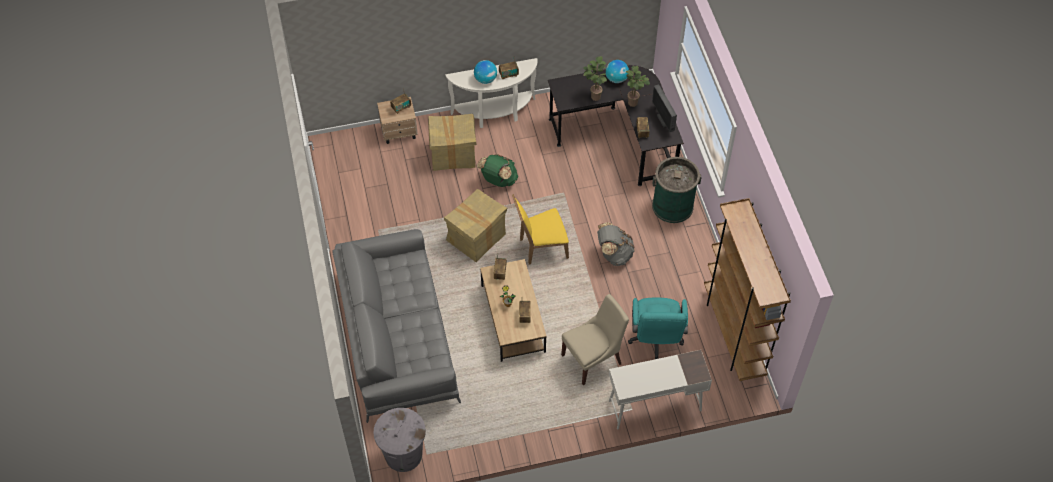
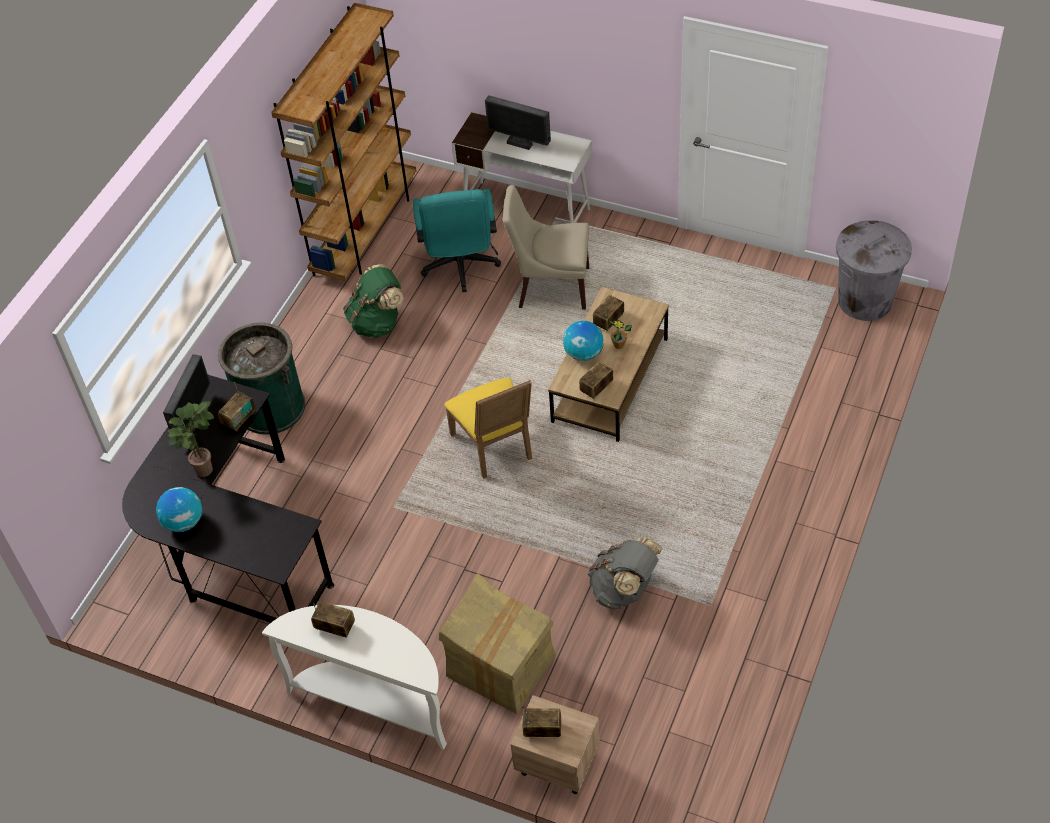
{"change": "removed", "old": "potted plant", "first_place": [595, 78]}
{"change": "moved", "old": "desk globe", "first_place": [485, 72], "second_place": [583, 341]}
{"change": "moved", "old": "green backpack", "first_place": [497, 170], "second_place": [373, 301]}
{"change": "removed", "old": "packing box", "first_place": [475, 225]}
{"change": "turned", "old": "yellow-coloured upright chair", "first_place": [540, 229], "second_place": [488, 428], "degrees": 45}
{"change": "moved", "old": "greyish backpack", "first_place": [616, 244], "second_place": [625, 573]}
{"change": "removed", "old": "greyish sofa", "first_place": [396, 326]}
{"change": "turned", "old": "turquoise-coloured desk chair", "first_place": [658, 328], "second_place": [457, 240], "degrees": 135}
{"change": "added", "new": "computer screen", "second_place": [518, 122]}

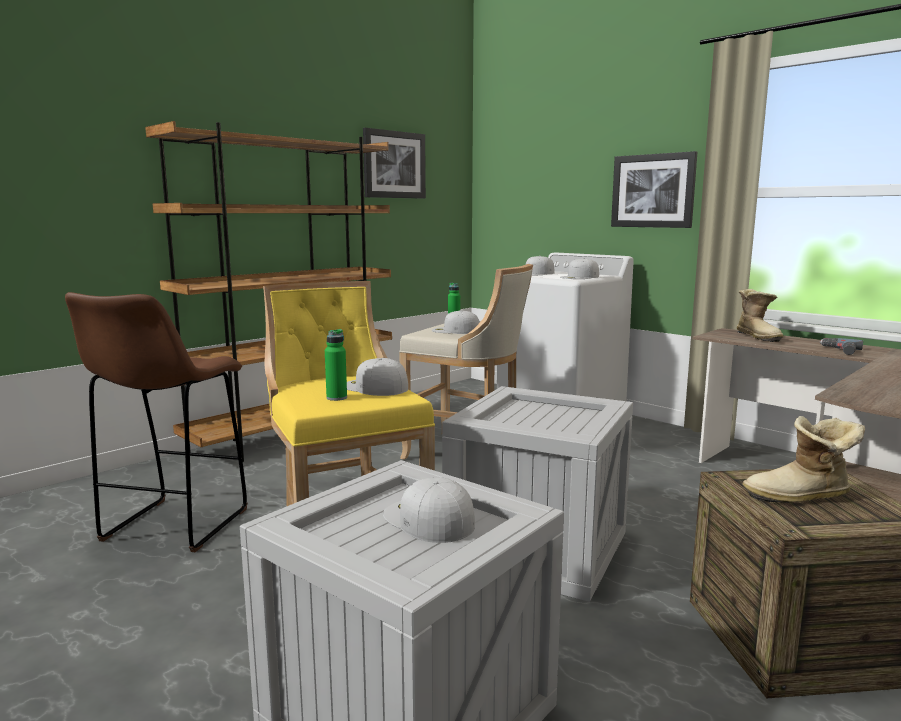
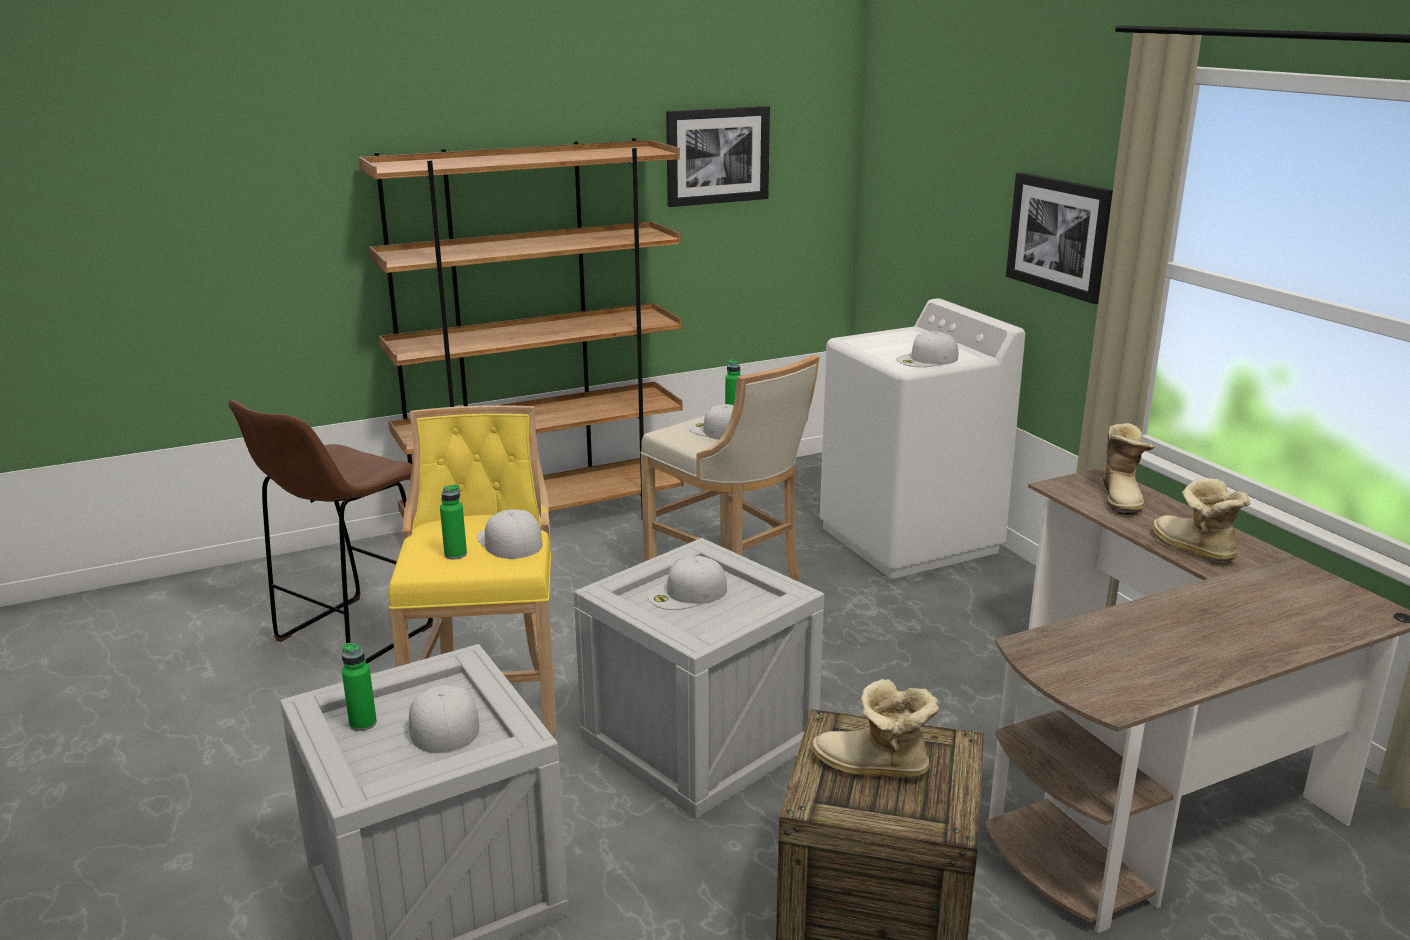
{"change": "moved", "old": "white-coloured cap", "first_place": [540, 265], "second_place": [687, 583]}
{"change": "replaced", "old": "power drill", "new": "boot", "first_place": [841, 346], "second_place": [1201, 519]}
{"change": "added", "new": "green bottle", "second_place": [359, 687]}

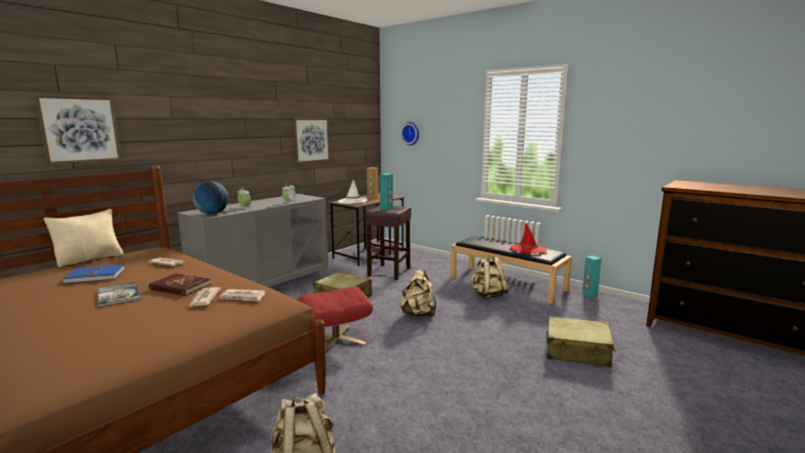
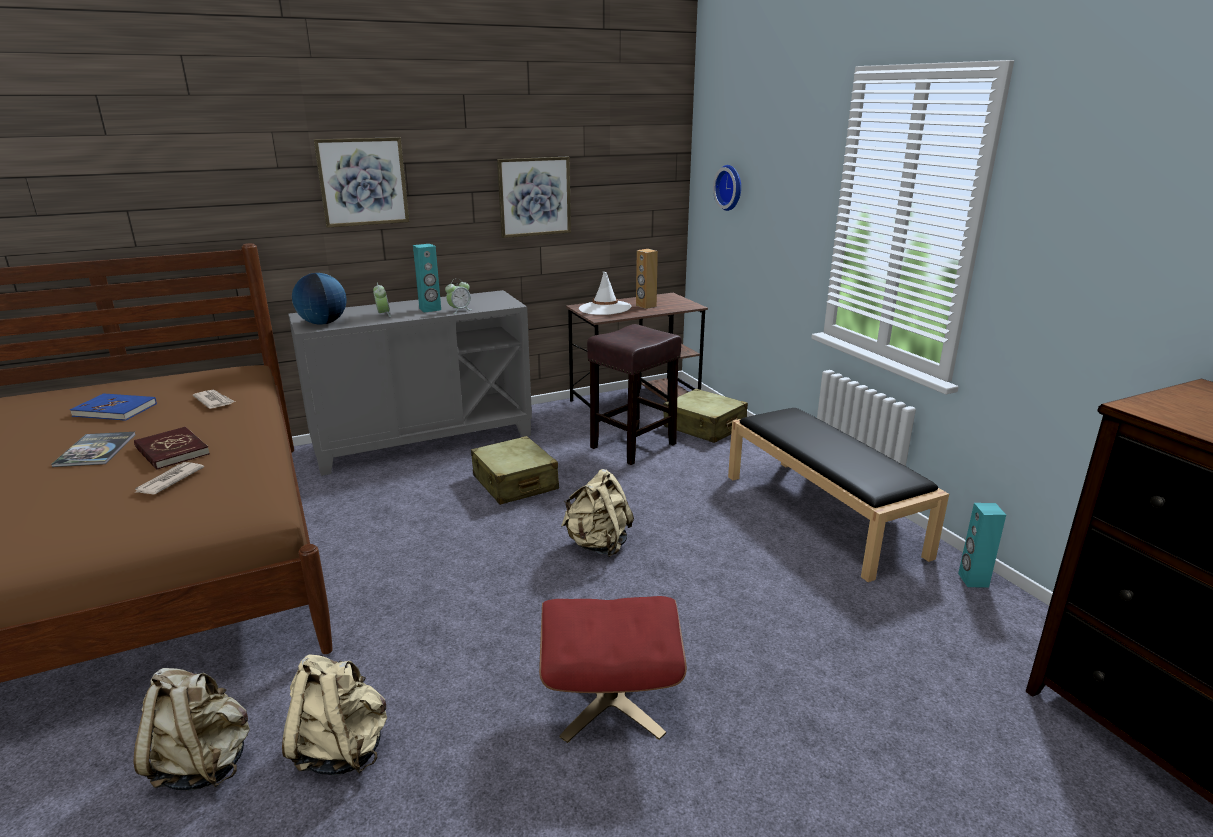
{"change": "moved", "old": "wall picture", "first_place": [77, 129], "second_place": [361, 182]}
{"change": "moved", "old": "turquoise-coloured loudspeaker", "first_place": [386, 191], "second_place": [427, 278]}
{"change": "removed", "old": "beige pillow", "first_place": [84, 238]}
{"change": "removed", "old": "reddish wearable hat", "first_place": [528, 238]}
{"change": "moved", "old": "beige backpack", "first_place": [489, 277], "second_place": [334, 714]}
{"change": "moved", "old": "reddish footrest", "first_place": [335, 319], "second_place": [613, 669]}
{"change": "removed", "old": "printed paper", "first_place": [242, 295]}
{"change": "moved", "old": "beige travel case", "first_place": [581, 341], "second_place": [705, 416]}

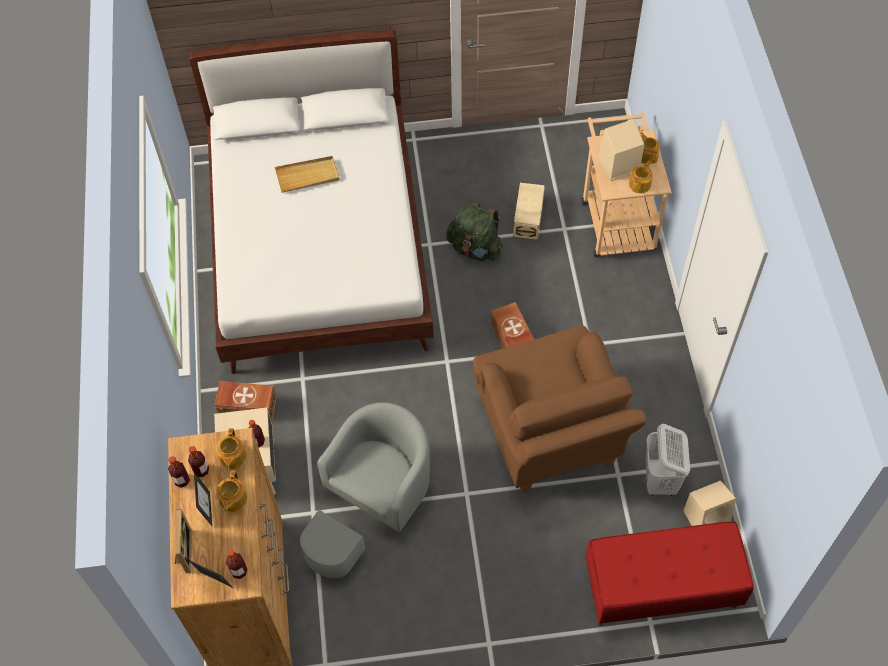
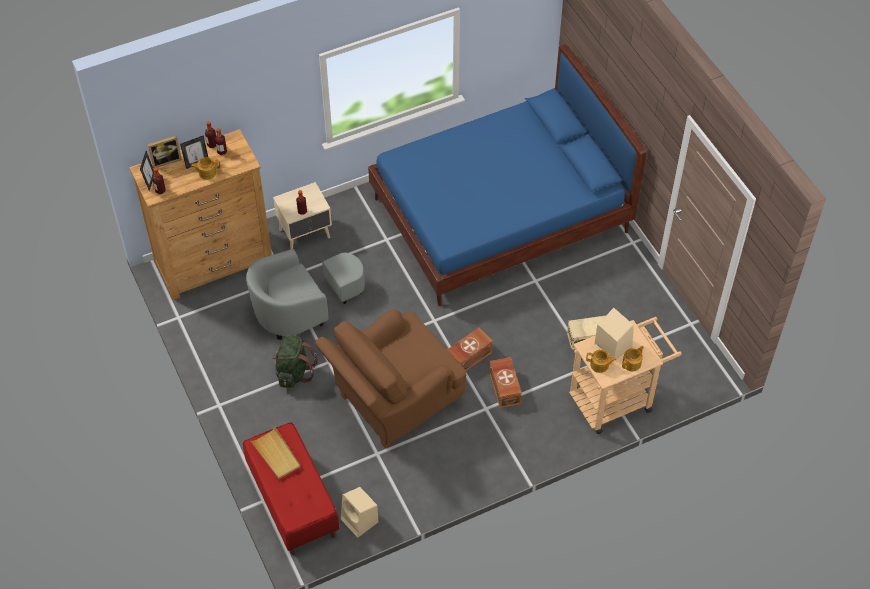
{"change": "recoloured", "old": "white-coloured sleeping bed", "new": "blue-coloured sleeping bed", "first_place": [311, 202], "second_place": [507, 175]}
{"change": "moved", "old": "beige tray", "first_place": [307, 174], "second_place": [275, 453]}
{"change": "moved", "old": "green backpack", "first_place": [474, 231], "second_place": [295, 361]}
{"change": "moved", "old": "brownish storage bin", "first_place": [246, 401], "second_place": [505, 382]}
{"change": "turned", "old": "greyish easy chair", "first_place": [365, 490], "second_place": [305, 294], "degrees": 135}
{"change": "removed", "old": "white-coloured laundry basket", "first_place": [668, 460]}
{"change": "removed", "old": "pot for tea", "first_place": [231, 448]}

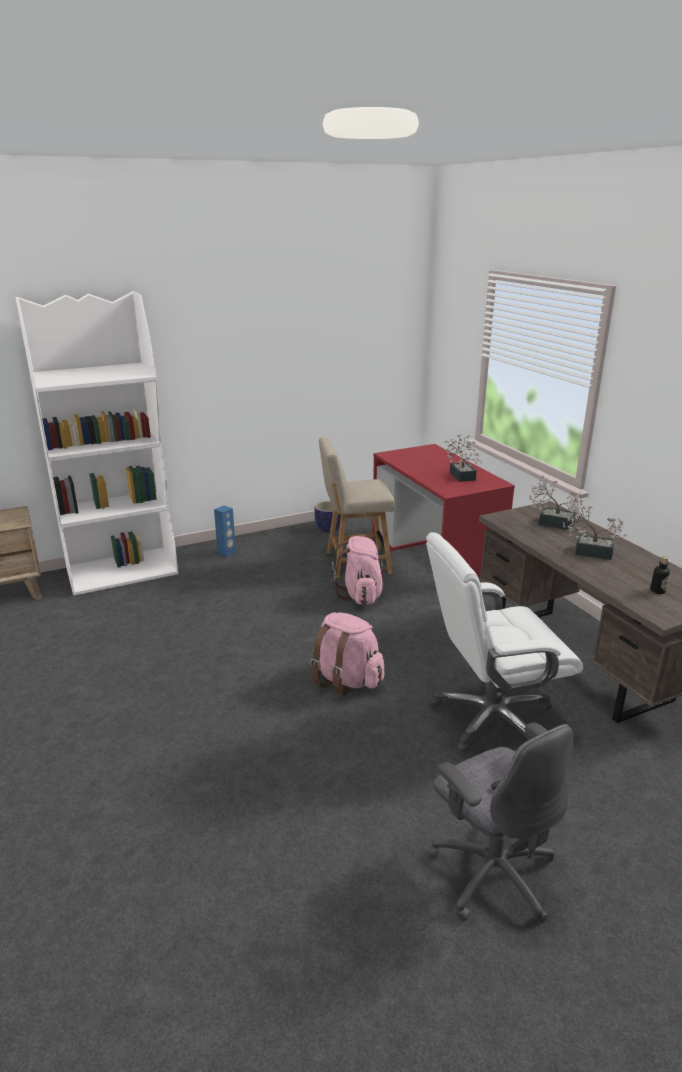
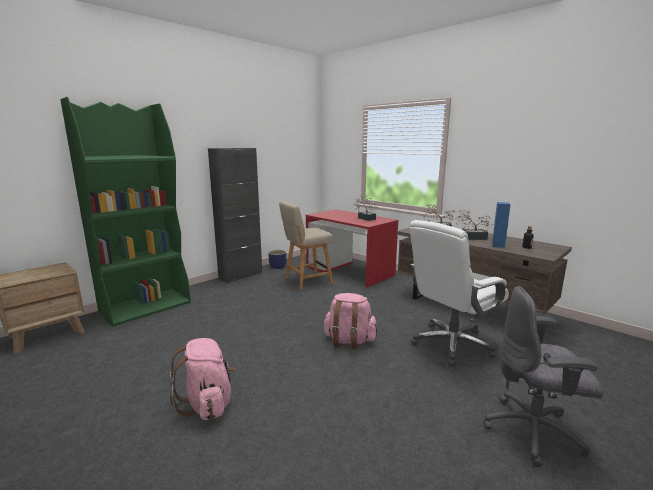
{"change": "recoloured", "old": "white-coloured shelving unit", "new": "green shelving unit", "first_place": [96, 443], "second_place": [126, 212]}
{"change": "moved", "old": "blue-coloured loudspeaker", "first_place": [225, 531], "second_place": [501, 225]}
{"change": "moved", "old": "pinkish backpack", "first_place": [360, 570], "second_place": [202, 379]}
{"change": "turned", "old": "greyish desk chair", "first_place": [501, 823], "second_place": [543, 376], "degrees": 150}
{"change": "added", "new": "black cabinet", "second_place": [235, 215]}

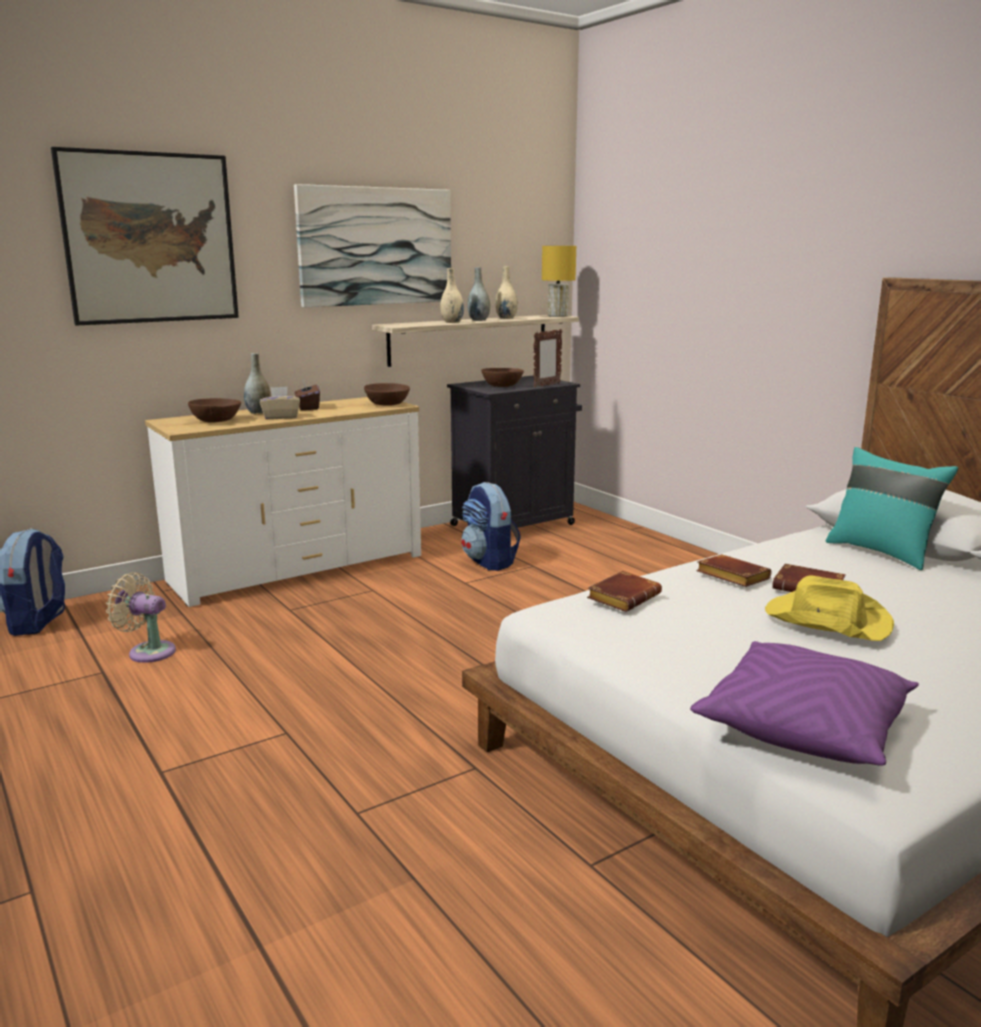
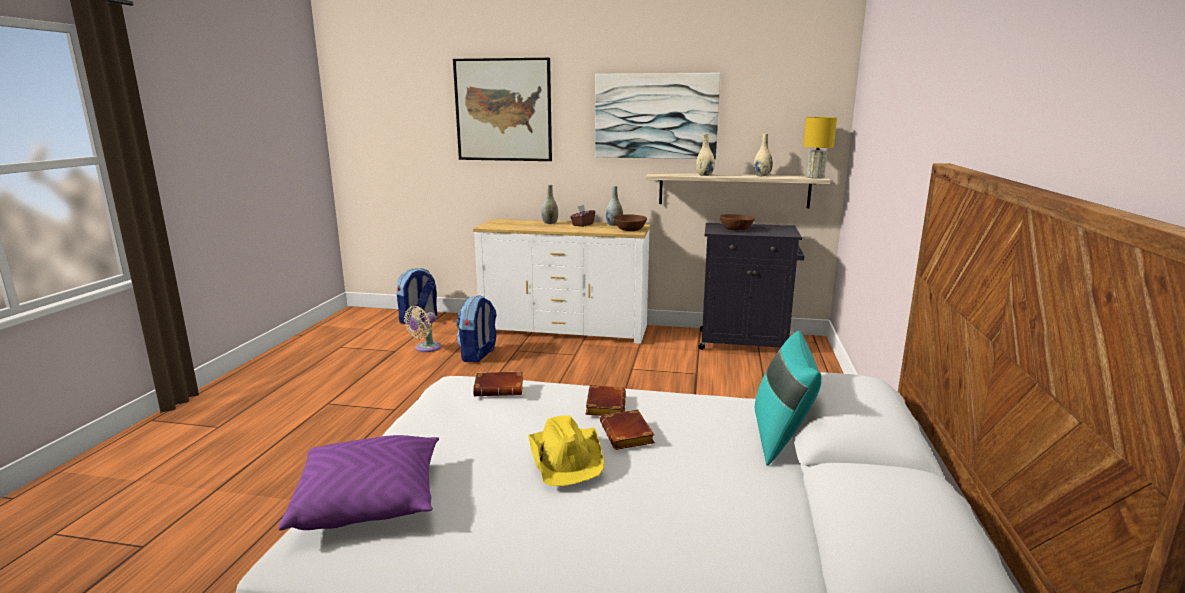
{"change": "moved", "old": "greyish flower vase", "first_place": [478, 294], "second_place": [614, 206]}
{"change": "removed", "old": "photo frame", "first_place": [548, 358]}
{"change": "removed", "old": "beige tissue holder", "first_place": [280, 403]}
{"change": "removed", "old": "brownish serving bowl", "first_place": [214, 410]}
{"change": "moved", "old": "backpack", "first_place": [491, 526], "second_place": [476, 329]}
{"change": "turned", "old": "beige fan", "first_place": [141, 617], "second_place": [422, 329], "degrees": -120}

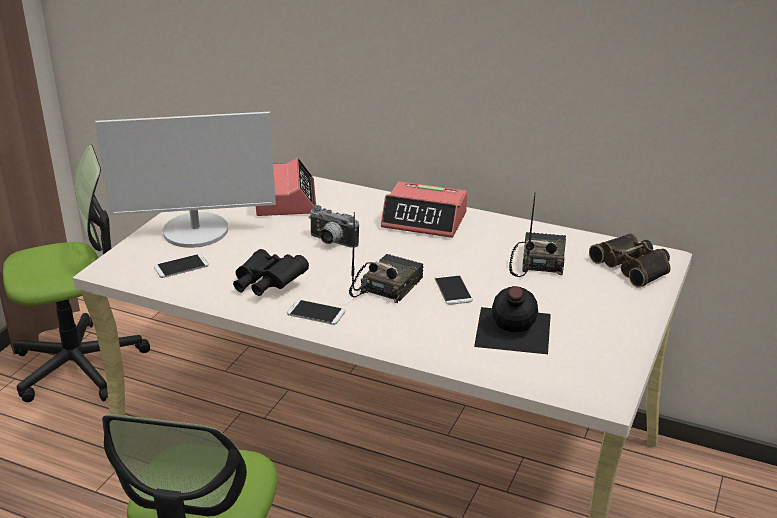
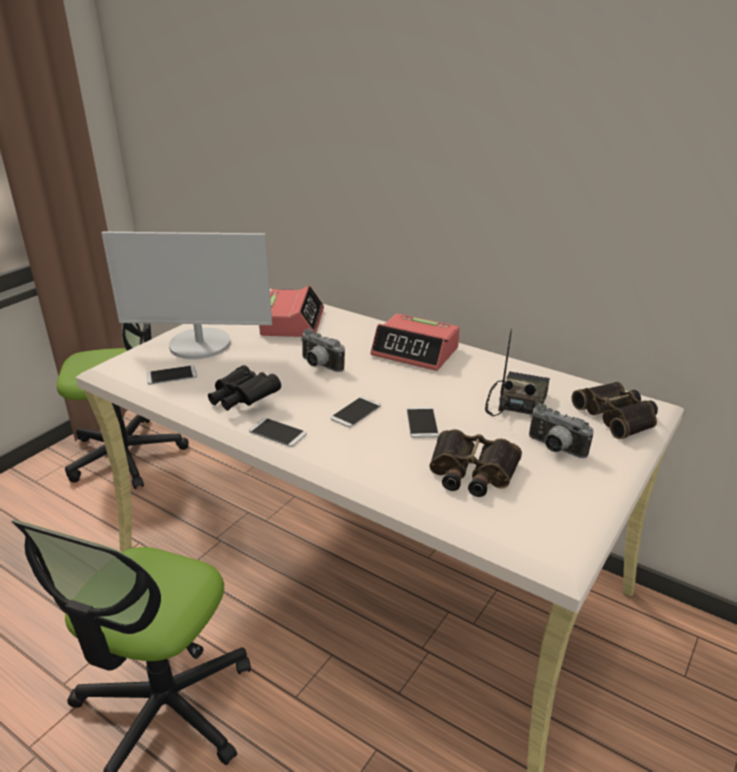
{"change": "replaced", "old": "radio", "new": "telephone", "first_place": [386, 257], "second_place": [356, 412]}
{"change": "replaced", "old": "black bottle", "new": "pair of binoculars", "first_place": [512, 320], "second_place": [475, 463]}
{"change": "added", "new": "photo camera", "second_place": [561, 430]}

